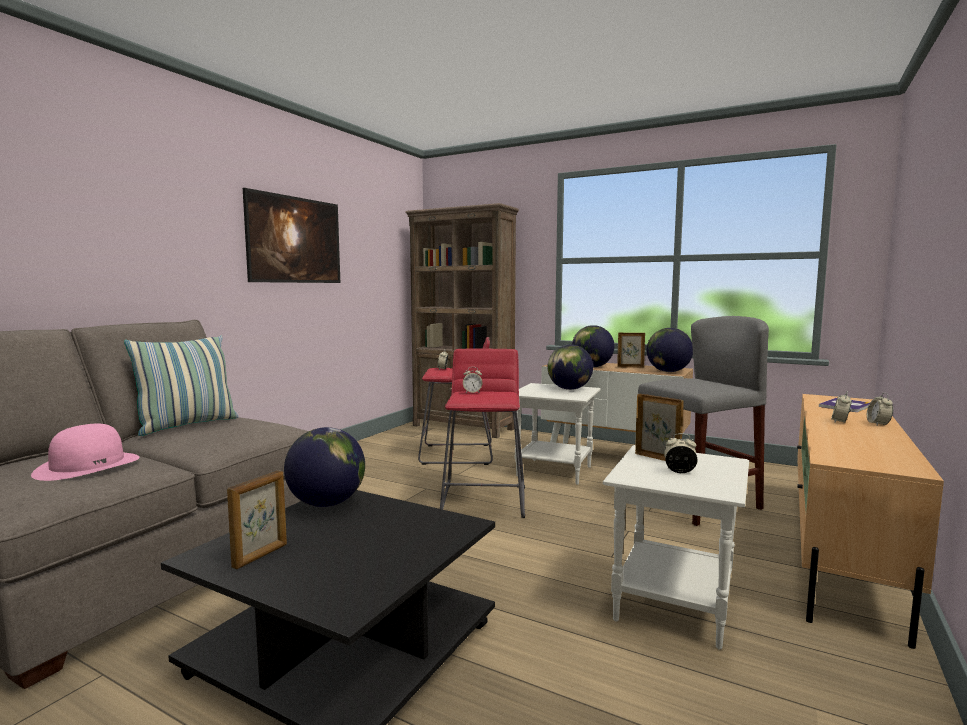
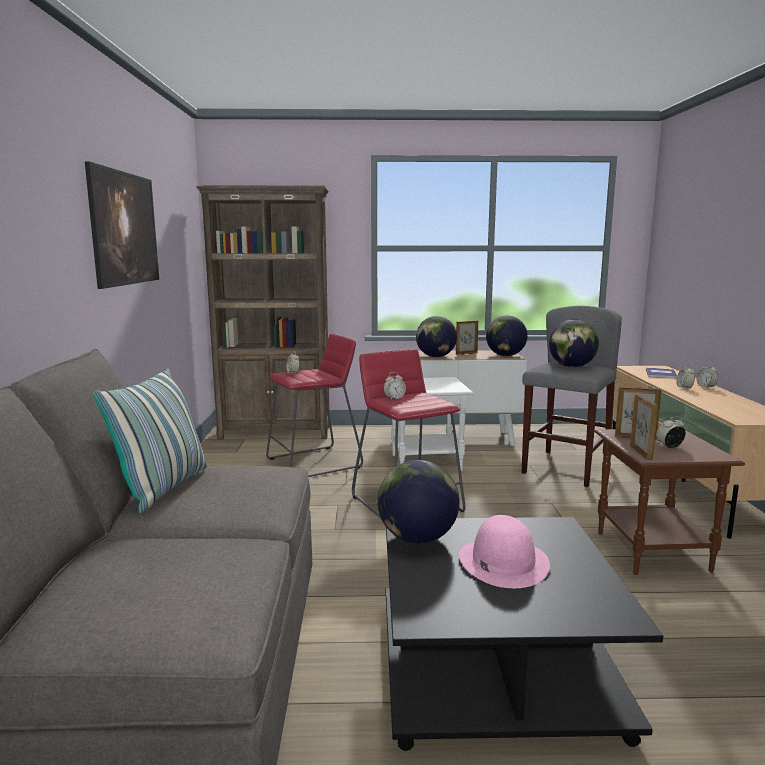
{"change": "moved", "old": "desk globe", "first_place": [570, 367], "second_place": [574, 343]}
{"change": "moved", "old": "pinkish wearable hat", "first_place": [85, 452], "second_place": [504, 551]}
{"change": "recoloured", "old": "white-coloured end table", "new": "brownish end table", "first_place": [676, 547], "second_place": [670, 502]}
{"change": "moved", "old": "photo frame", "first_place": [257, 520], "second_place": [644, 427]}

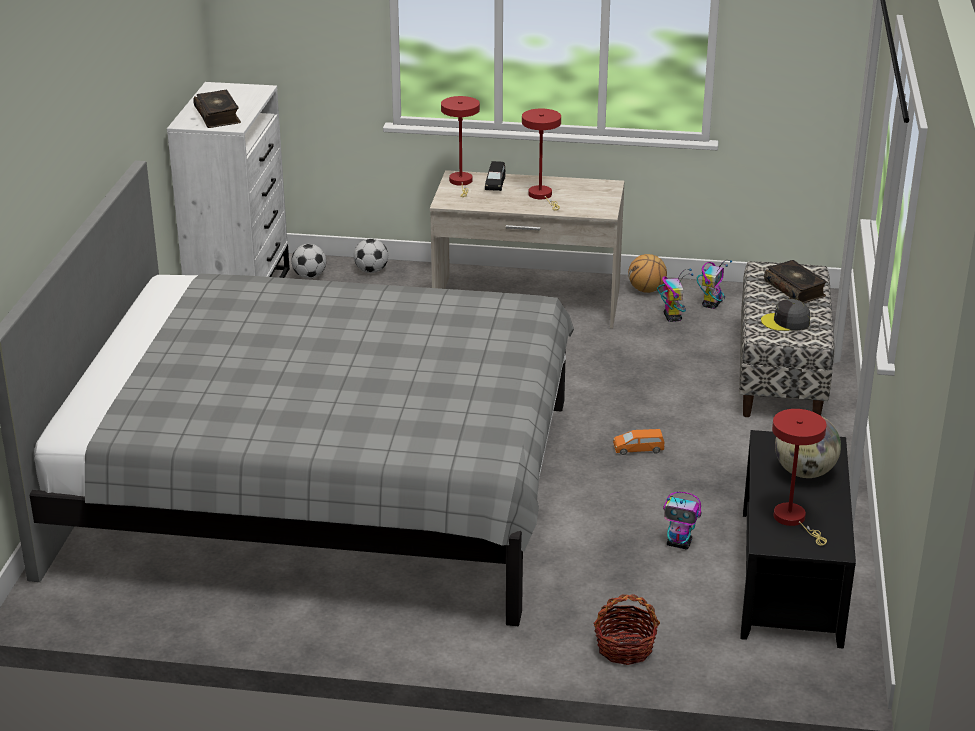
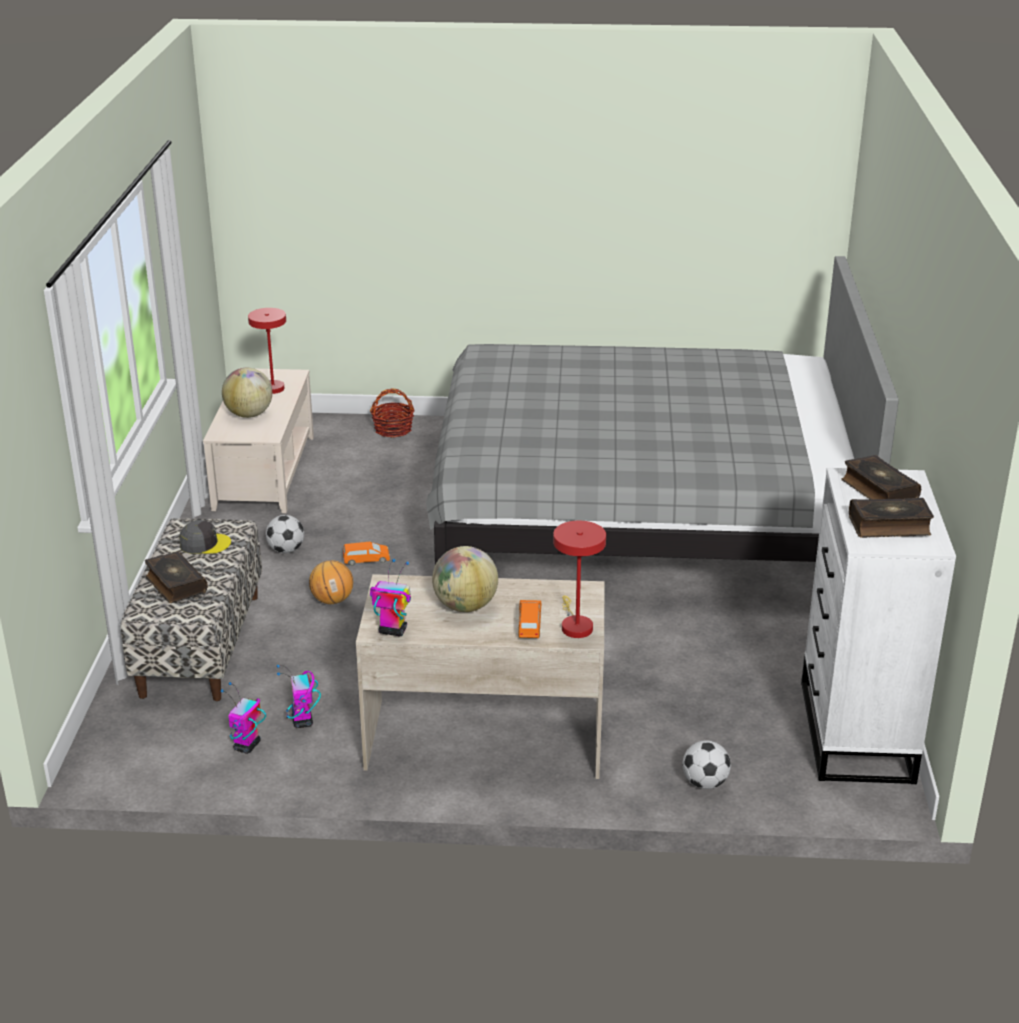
{"change": "replaced", "old": "reddish table lamp", "new": "desk globe", "first_place": [541, 159], "second_place": [465, 579]}
{"change": "recoloured", "old": "black miniature car", "new": "orange-coloured miniature car", "first_place": [495, 176], "second_place": [529, 619]}
{"change": "moved", "old": "ball for football", "first_place": [308, 261], "second_place": [285, 534]}
{"change": "moved", "old": "basketball ball", "first_place": [647, 273], "second_place": [331, 582]}
{"change": "recoloured", "old": "black coffee table", "new": "beige coffee table", "first_place": [798, 539], "second_place": [258, 440]}
{"change": "moved", "old": "robot figure", "first_place": [682, 521], "second_place": [390, 597]}
{"change": "added", "new": "volume", "second_place": [891, 518]}

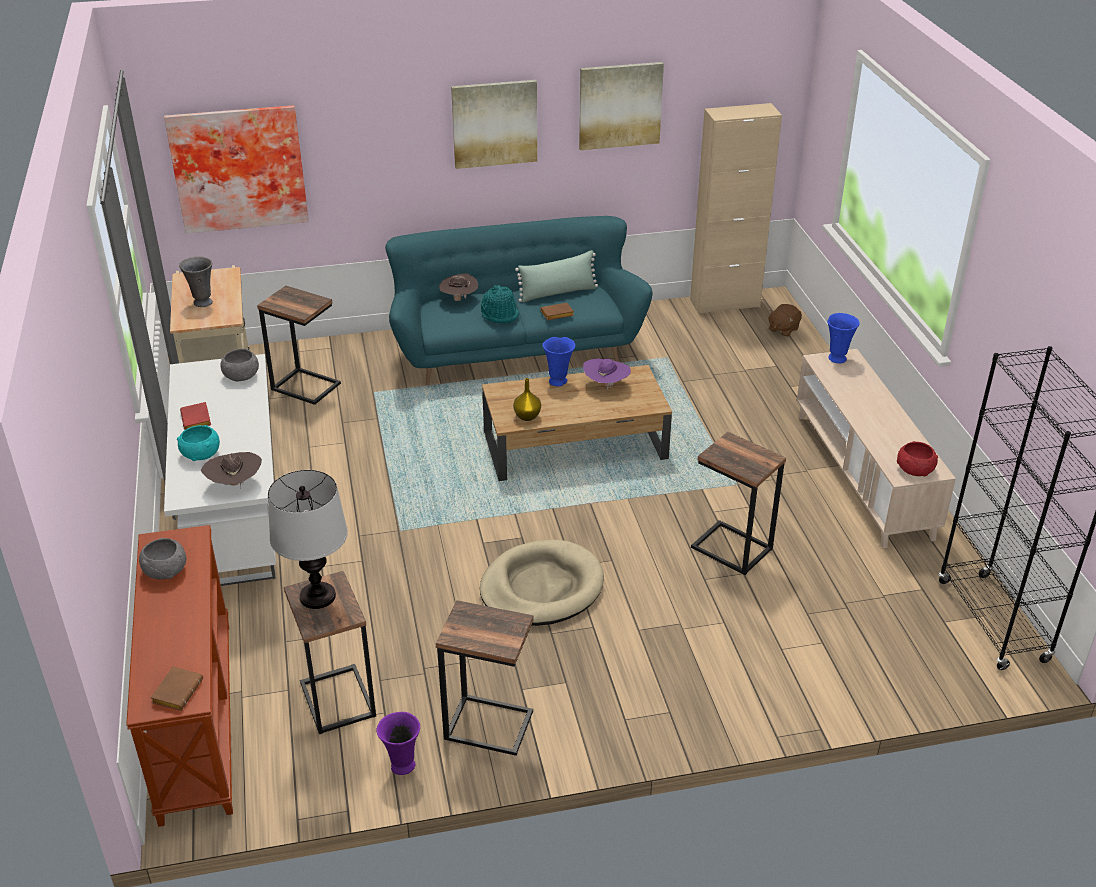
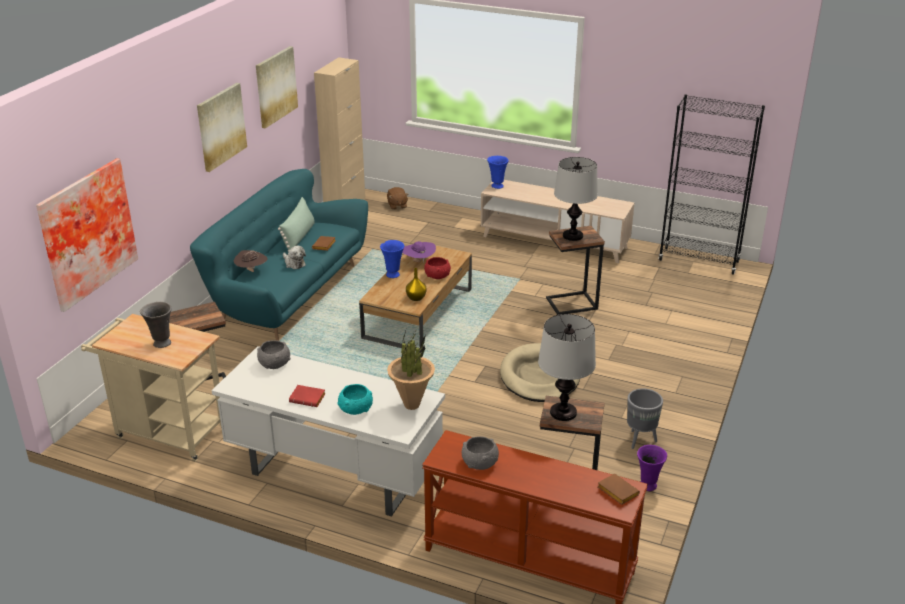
{"change": "replaced", "old": "turquoise-coloured wearable hat", "new": "plush toy", "first_place": [500, 304], "second_place": [294, 257]}
{"change": "moved", "old": "reddish serving bowl", "first_place": [917, 458], "second_place": [437, 268]}
{"change": "replaced", "old": "brownish wearable hat", "new": "potted plant", "first_place": [231, 470], "second_place": [411, 370]}
{"change": "replaced", "old": "end table", "new": "greyish planter", "first_place": [485, 678], "second_place": [645, 419]}
{"change": "added", "new": "table lamp", "second_place": [576, 199]}

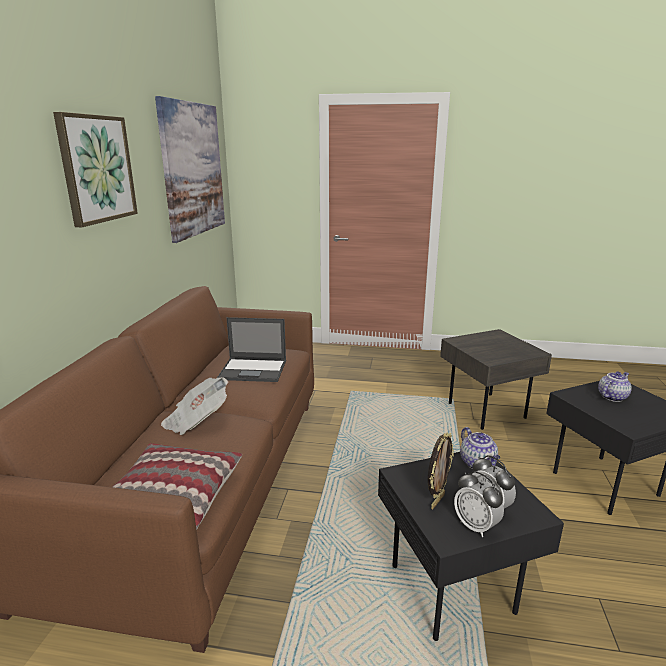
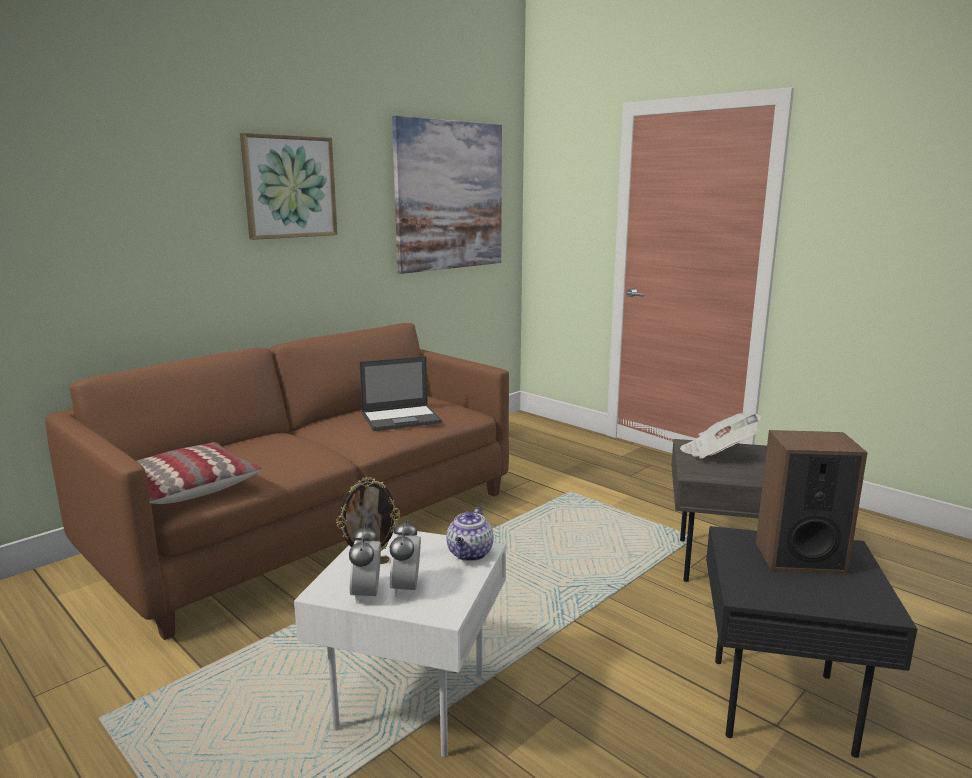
{"change": "turned", "old": "notebook computer", "first_place": [251, 349], "second_place": [400, 393], "degrees": -60}
{"change": "replaced", "old": "pot for tea", "new": "loudspeaker", "first_place": [615, 387], "second_place": [811, 502]}
{"change": "moved", "old": "printed paper", "first_place": [194, 406], "second_place": [721, 436]}
{"change": "recoloured", "old": "black end table", "new": "white-coloured end table", "first_place": [471, 546], "second_place": [400, 644]}

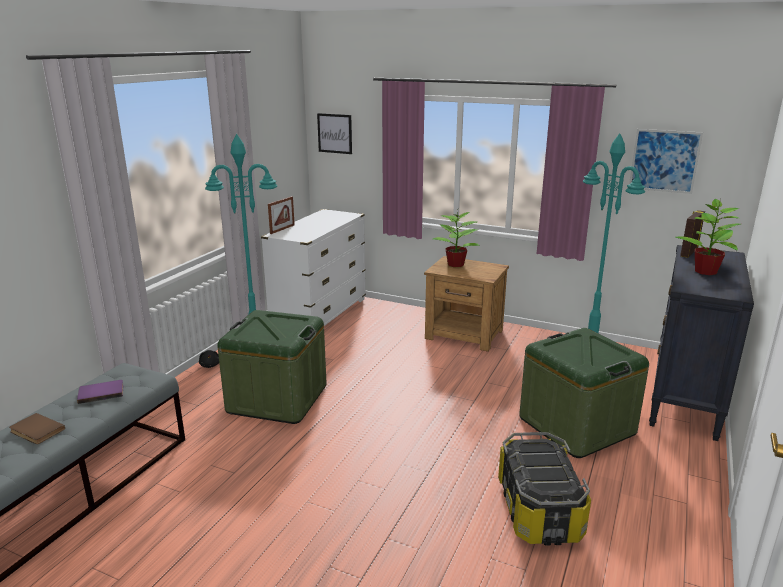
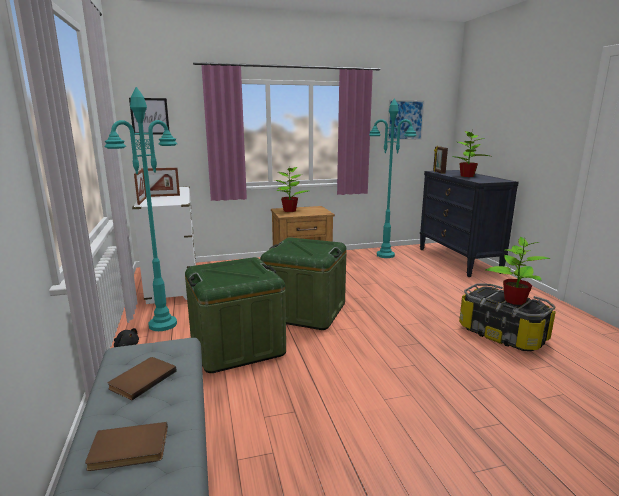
{"change": "moved", "old": "green storage bin", "first_place": [584, 393], "second_place": [303, 283]}
{"change": "recoloured", "old": "purplish volume", "new": "brownish volume", "first_place": [100, 392], "second_place": [142, 378]}
{"change": "added", "new": "photo frame", "second_place": [160, 182]}
{"change": "added", "new": "potted plant", "second_place": [518, 271]}

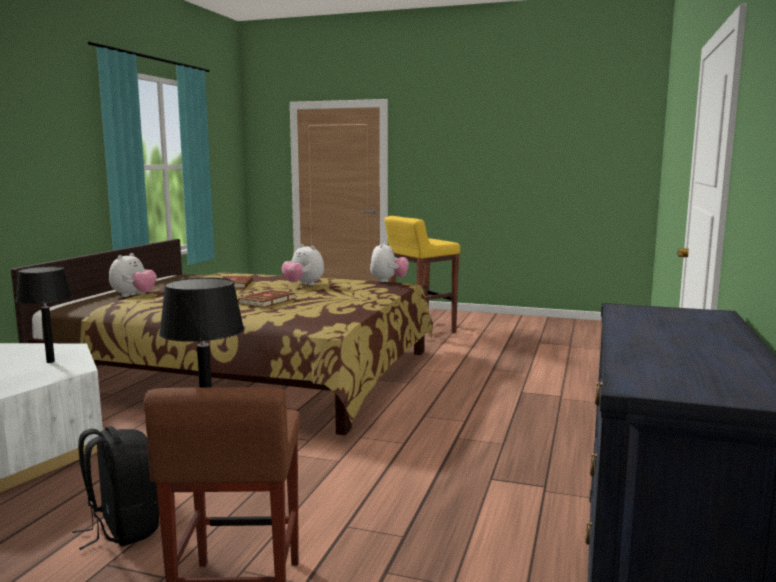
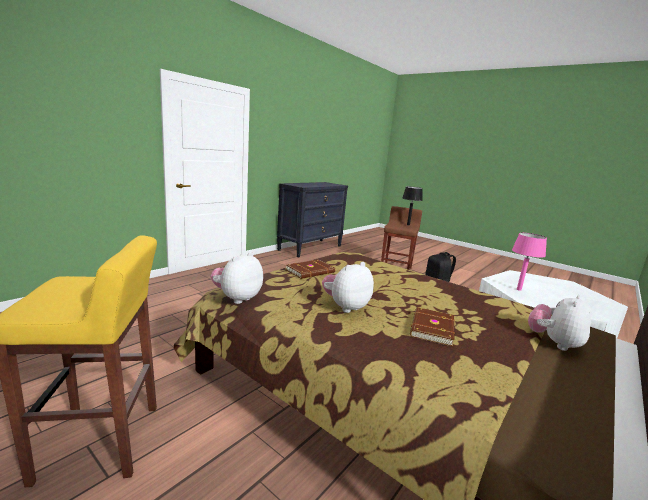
{"change": "turned", "old": "plush toy", "first_place": [303, 265], "second_place": [348, 287], "degrees": -105}
{"change": "recoloured", "old": "black table lamp", "new": "pinkish table lamp", "first_place": [44, 314], "second_place": [529, 262]}
{"change": "moved", "old": "brownish volume", "first_place": [266, 299], "second_place": [310, 269]}

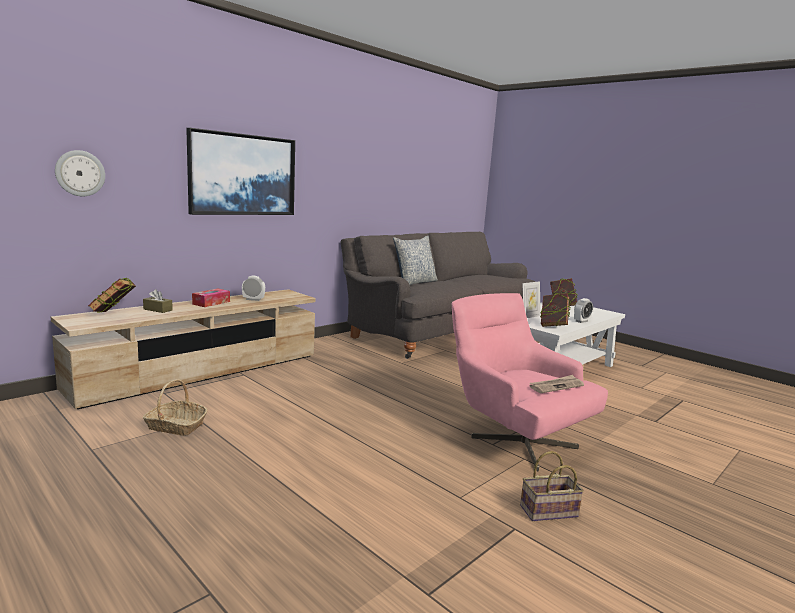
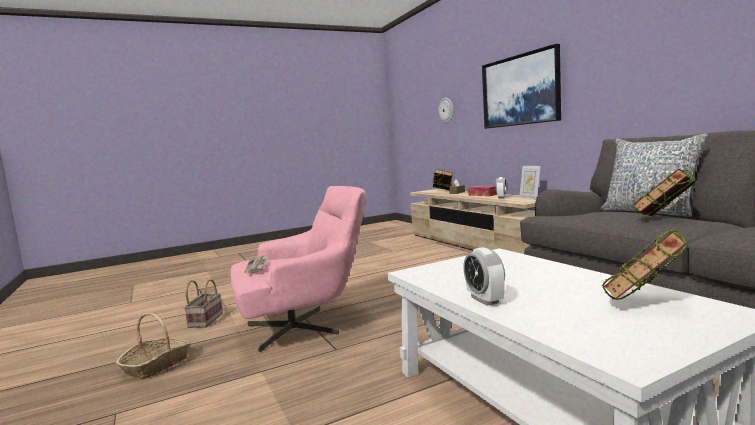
{"change": "moved", "old": "photo frame", "first_place": [531, 299], "second_place": [530, 183]}
{"change": "moved", "old": "volume", "first_place": [555, 310], "second_place": [664, 192]}
{"change": "moved", "old": "household basket", "first_place": [175, 407], "second_place": [153, 346]}

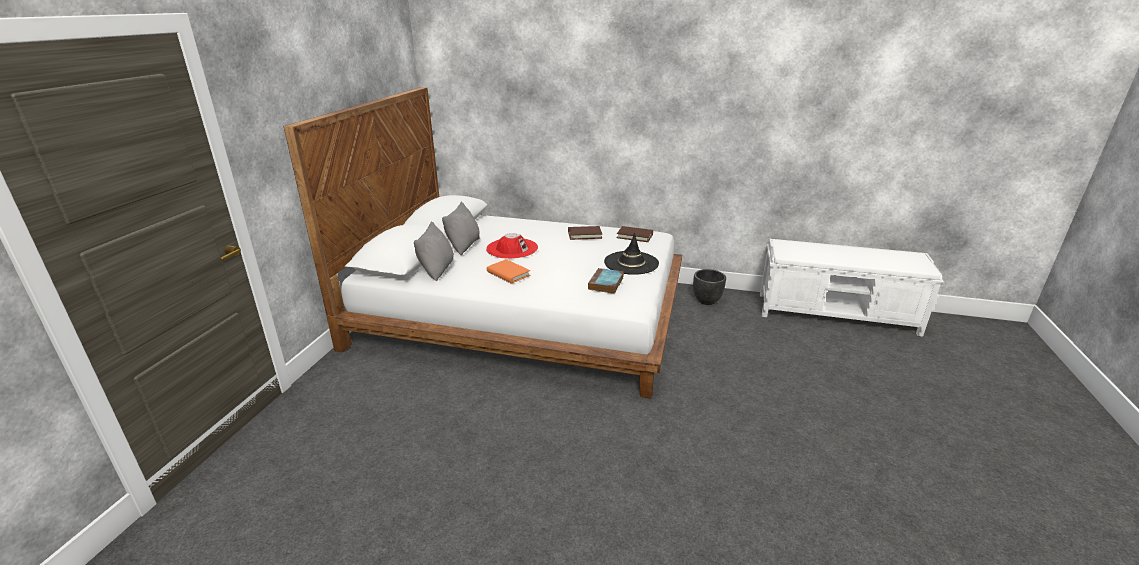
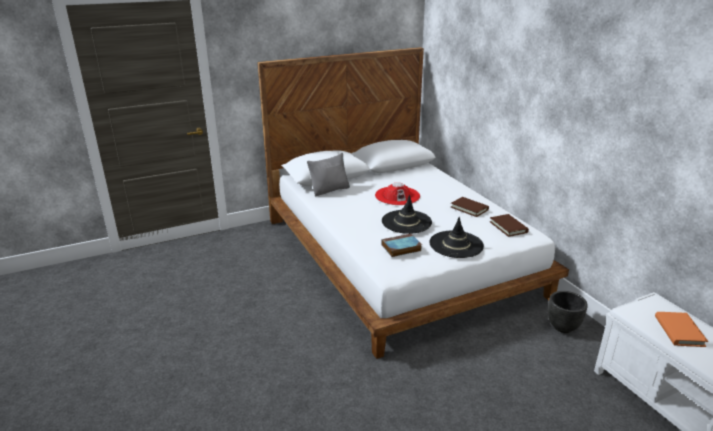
{"change": "removed", "old": "greyish pillow", "first_place": [461, 228]}
{"change": "moved", "old": "orange-coloured volume", "first_place": [509, 271], "second_place": [681, 329]}
{"change": "added", "new": "black wearable hat", "second_place": [407, 214]}

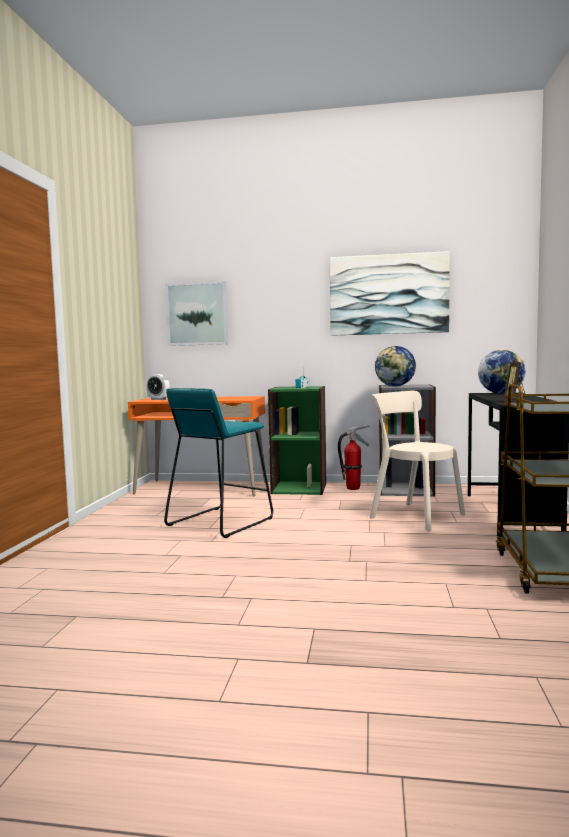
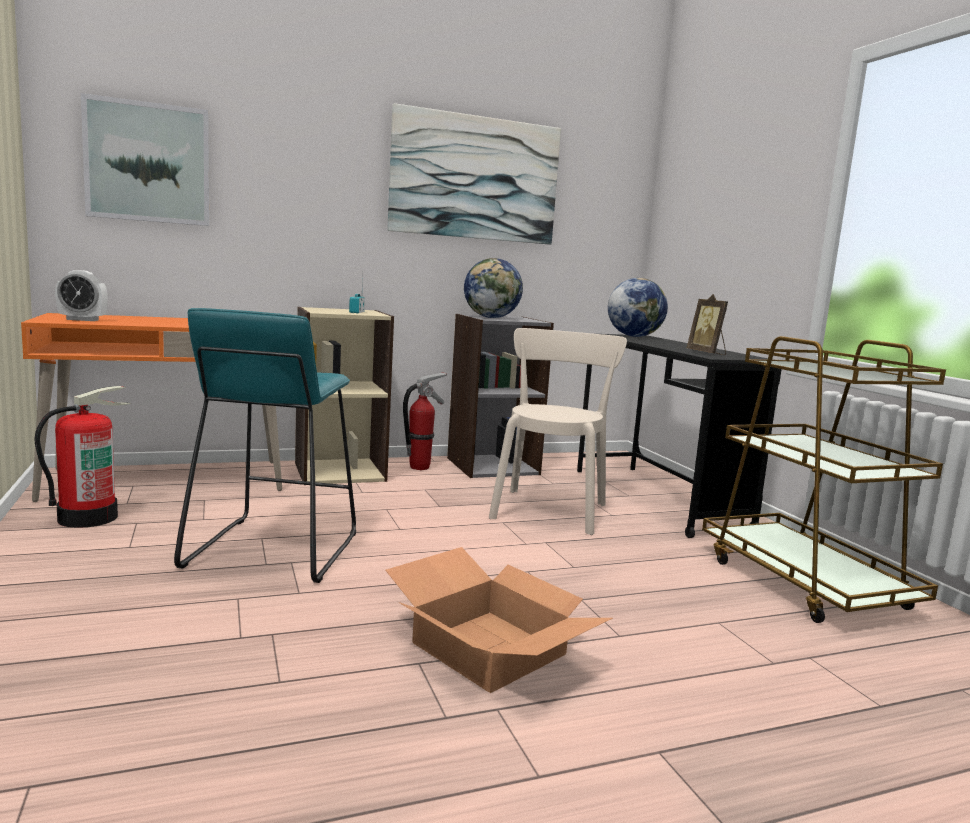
{"change": "recoloured", "old": "green shelving unit", "new": "beige shelving unit", "first_place": [297, 440], "second_place": [344, 395]}
{"change": "turned", "old": "beige upright chair", "first_place": [417, 461], "second_place": [558, 431], "degrees": 90}
{"change": "added", "new": "fire extinguisher", "second_place": [83, 457]}
{"change": "added", "new": "packing box", "second_place": [499, 620]}

